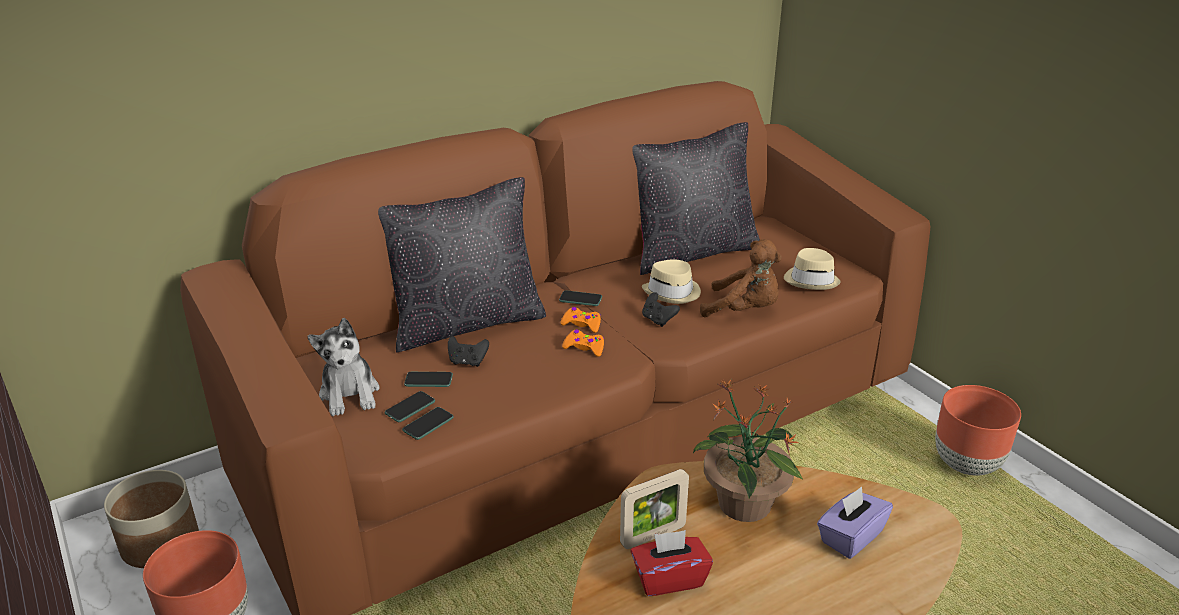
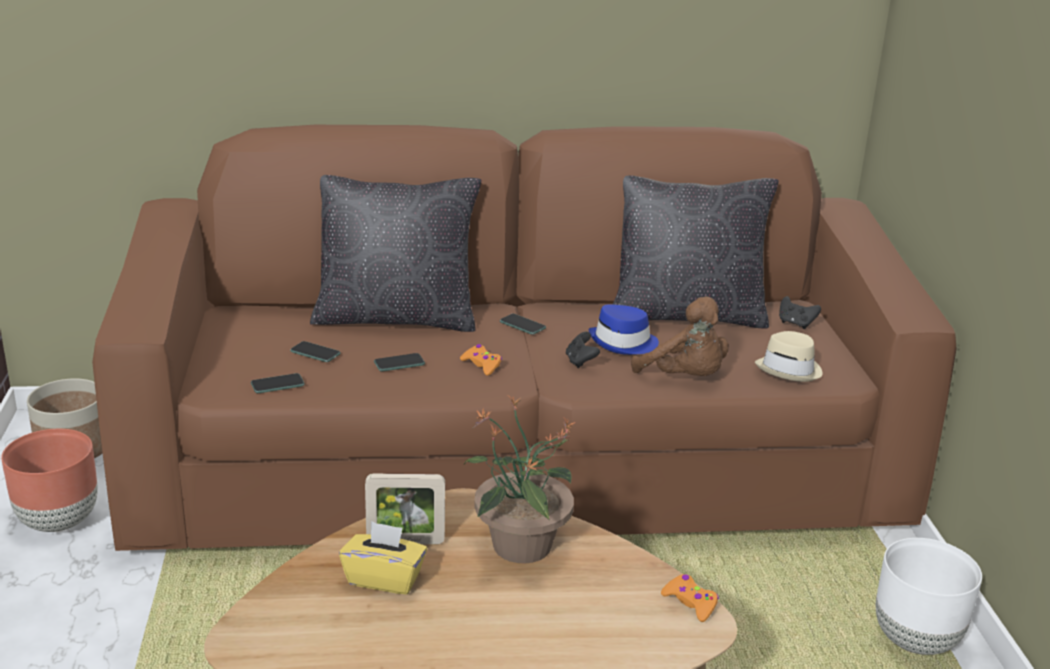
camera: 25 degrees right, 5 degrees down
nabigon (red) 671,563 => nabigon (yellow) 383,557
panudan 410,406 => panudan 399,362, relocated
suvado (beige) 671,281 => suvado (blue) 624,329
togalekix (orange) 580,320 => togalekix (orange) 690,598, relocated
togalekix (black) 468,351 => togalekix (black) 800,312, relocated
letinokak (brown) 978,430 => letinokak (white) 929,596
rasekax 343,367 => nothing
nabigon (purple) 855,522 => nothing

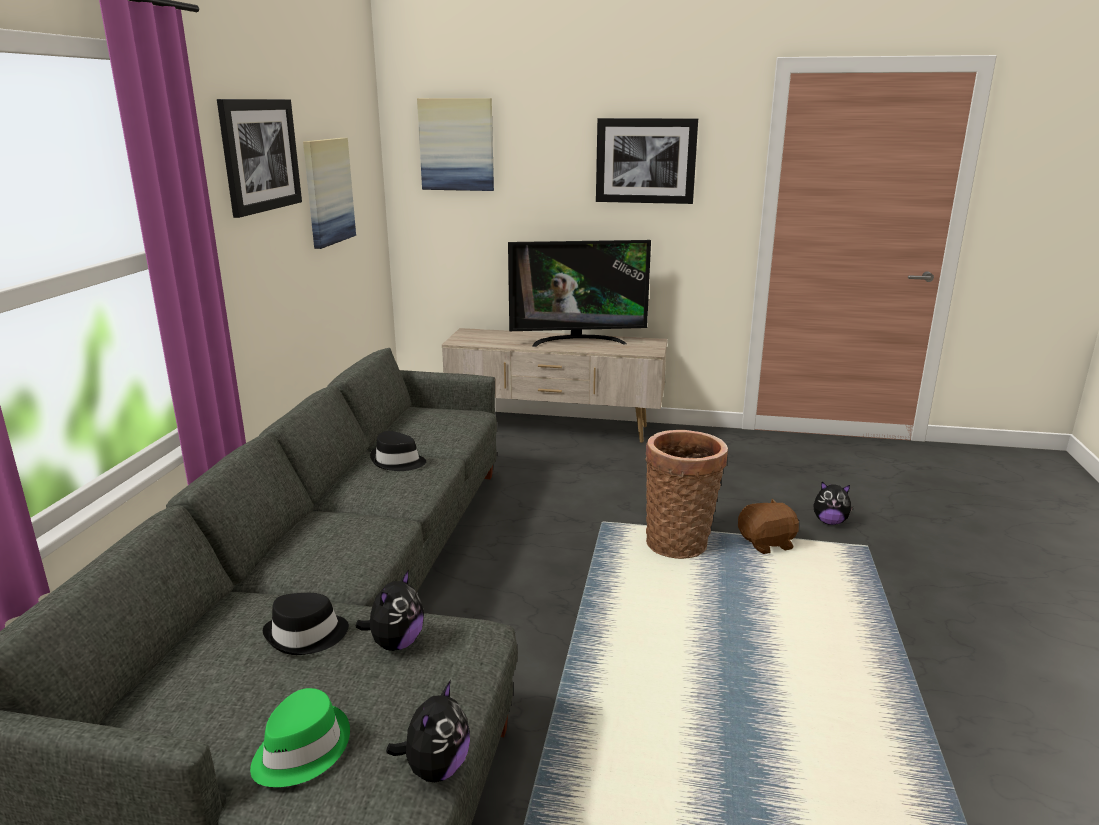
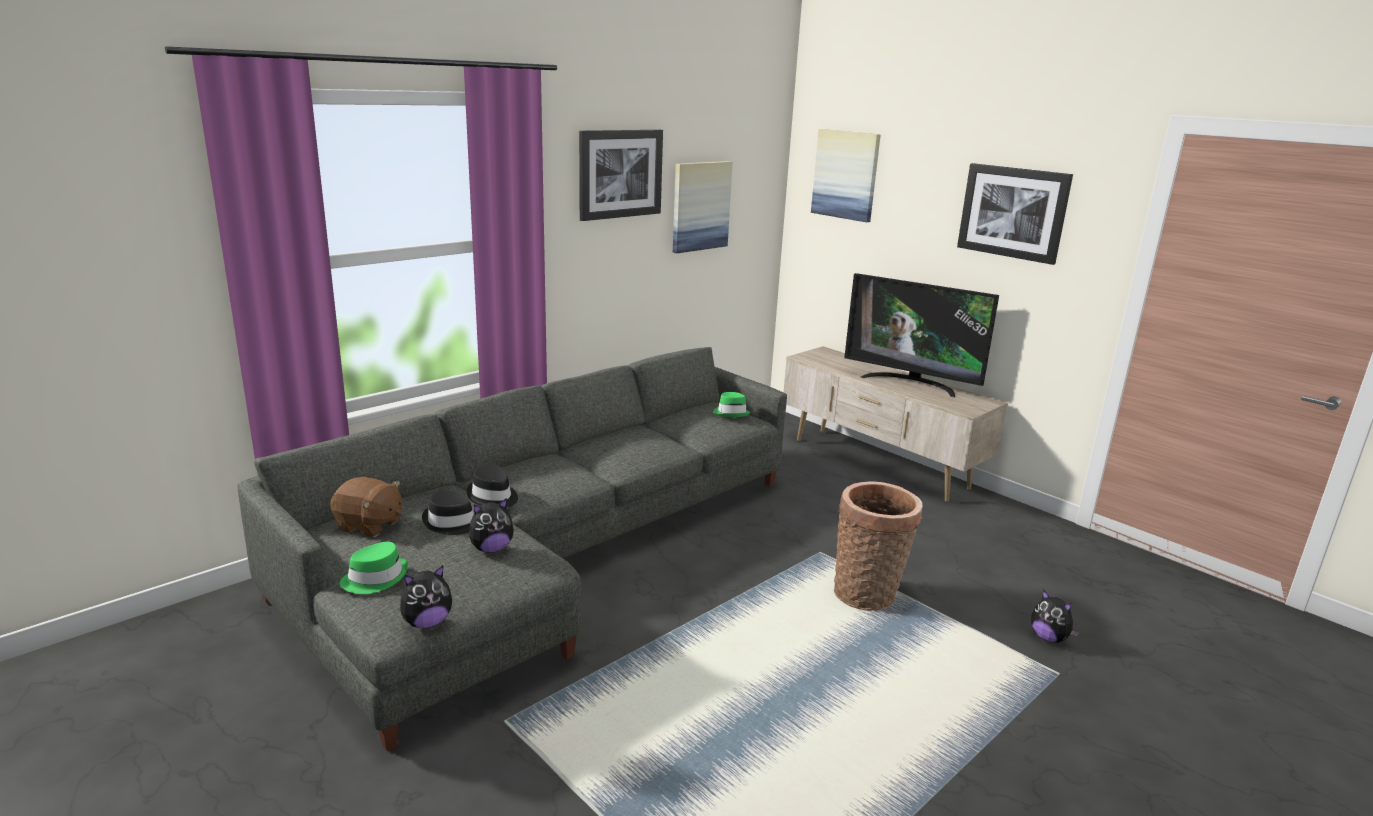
camera: 35 degrees right, 0 degrees up
rasekax (brown) 768,526 => rasekax (brown) 366,507, relocated
suvado (black) 398,451 => suvado (black) 492,486, relocated
nothing => suvado (green) 732,404

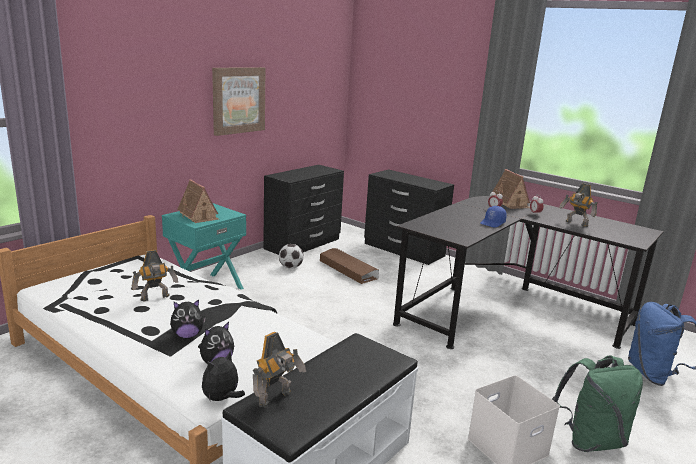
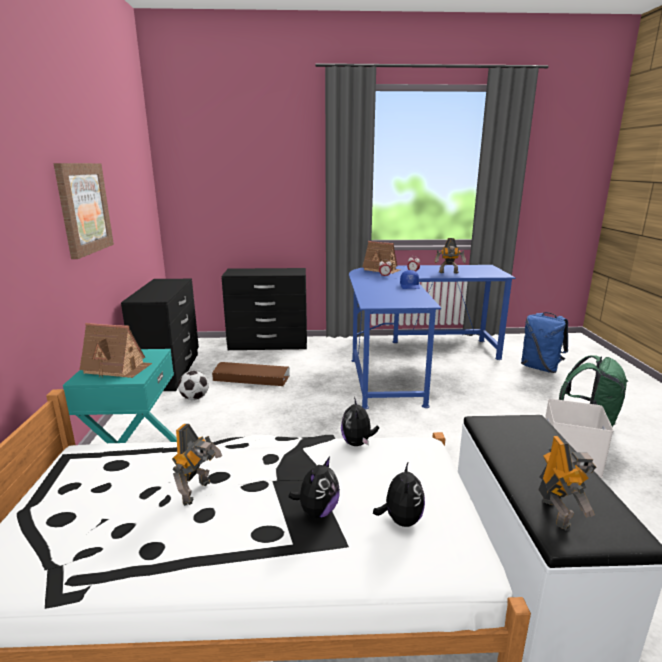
camera: 40 degrees left, 0 degrees up
rasekax 223,376 => rasekax 360,421, relocated
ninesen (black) 528,272 => ninesen (blue) 432,337

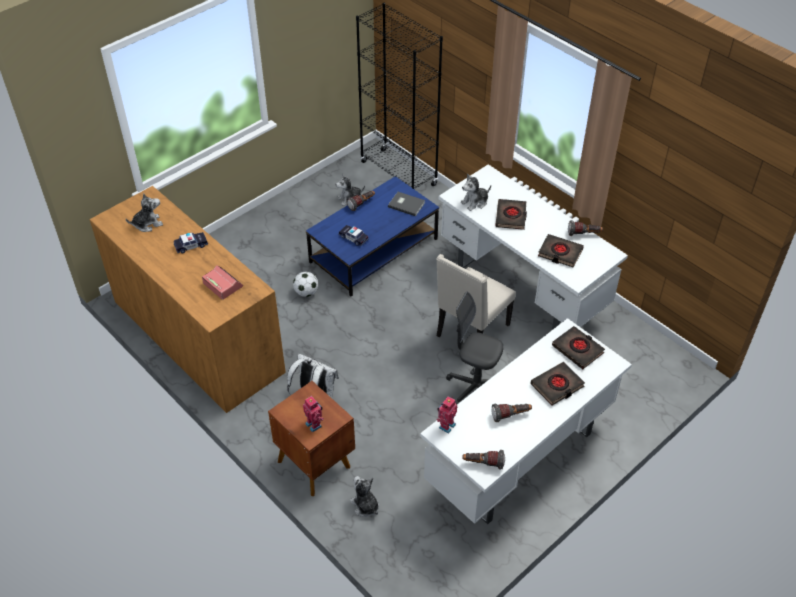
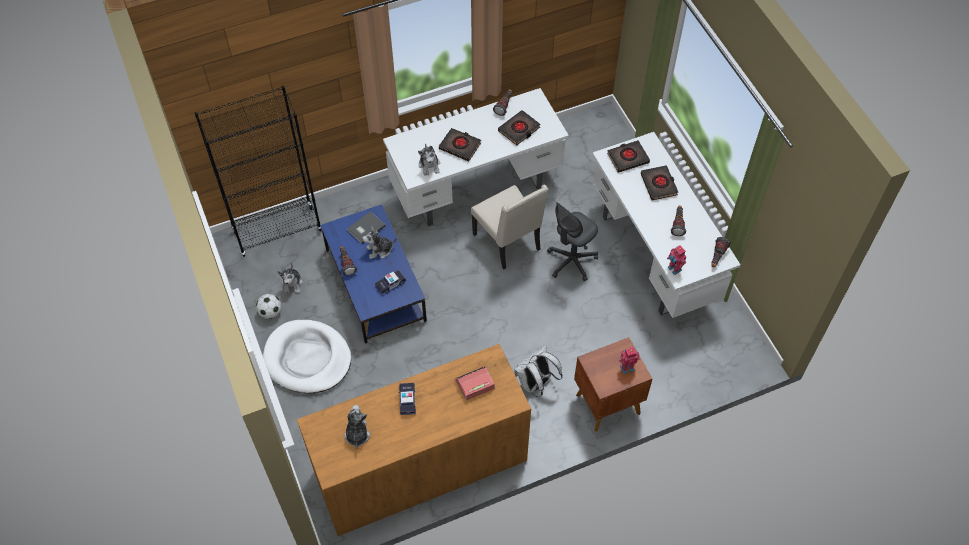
camera: 70 degrees left, 10 degrees up
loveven 305,284 => loveven 269,306, relocated
nothing => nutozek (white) 307,356
rasekax 364,496 => rasekax 379,242, relocated

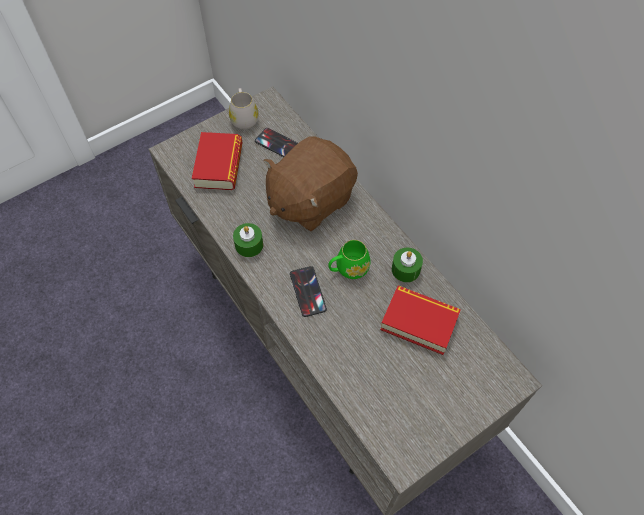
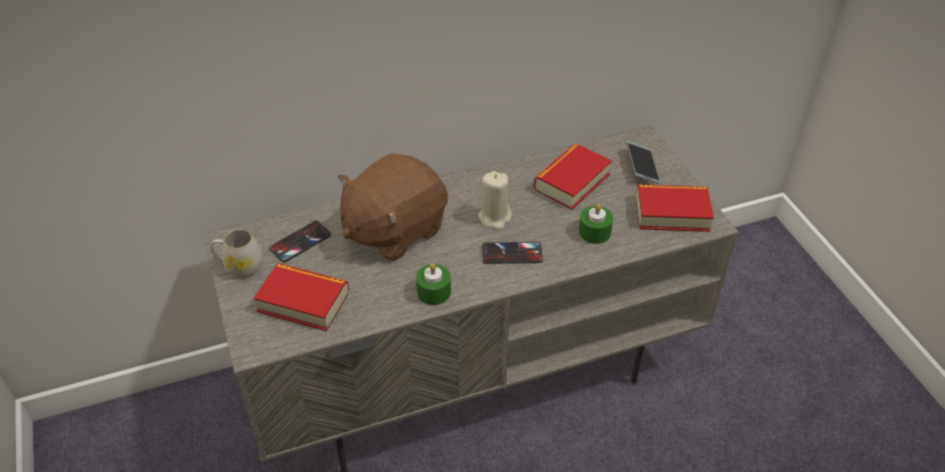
camera: 75 degrees left, 15 degrees down
rasekax (brown) 311,183 => rasekax (brown) 393,207, 75 degrees clockwise
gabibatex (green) 349,259 => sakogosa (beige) 495,200
sakogosa (green) 407,265 => sakogosa (green) 596,224, relocated
nothing => panudan 643,162
nothing => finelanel 675,208

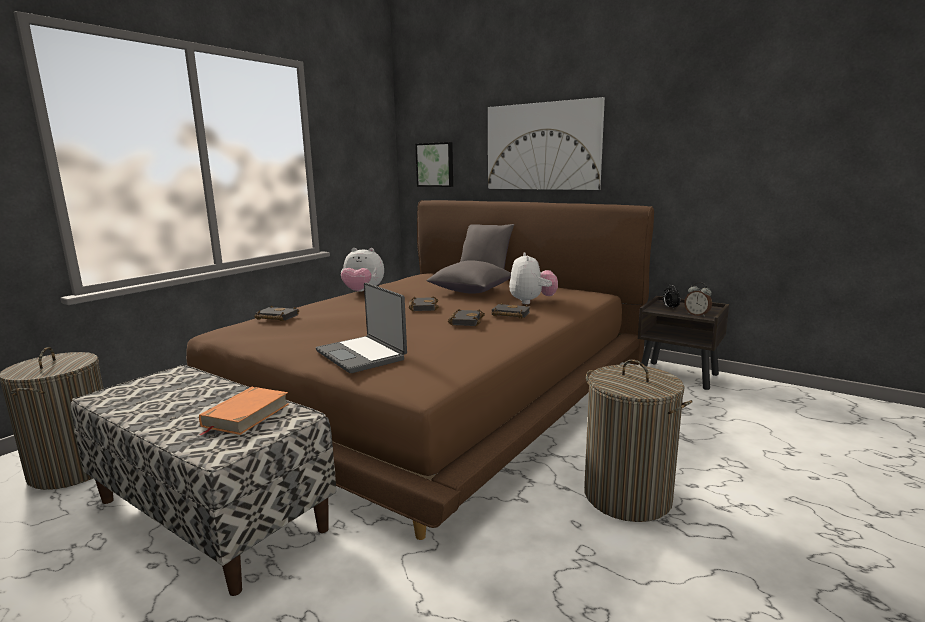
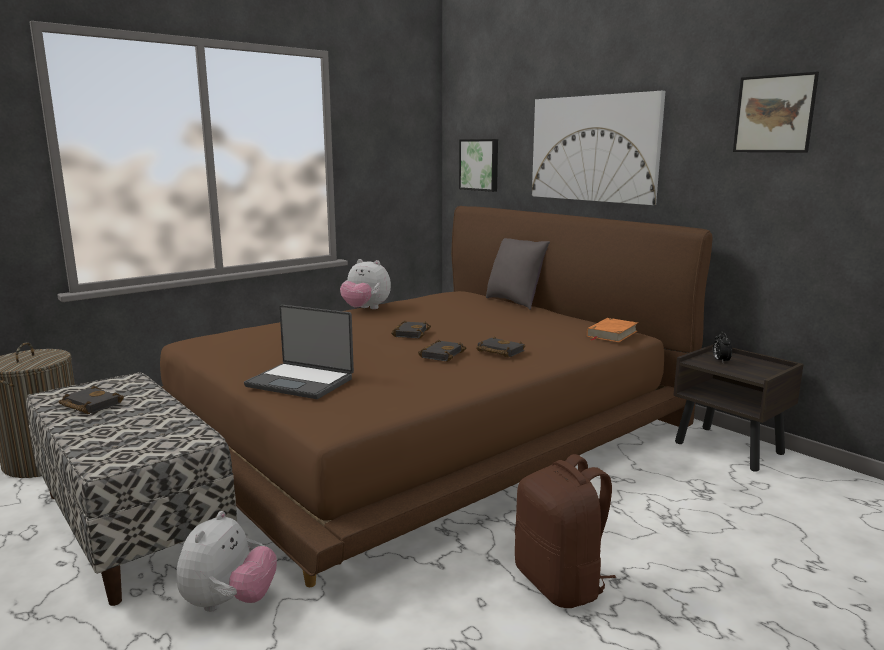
camera: 15 degrees right, 0 degrees up
finelanel (black) 276,313 => finelanel (black) 91,400, relocated
rasekax 533,278 => rasekax 227,561, relocated
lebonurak 361,327 => lebonurak 299,352, 45 degrees counterclockwise
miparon 638,441 => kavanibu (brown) 565,531
finelanel (orange) 244,411 => finelanel (orange) 612,330, relocated
nothing => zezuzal 776,112
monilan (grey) 468,277 => nothing
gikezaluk 698,299 => nothing

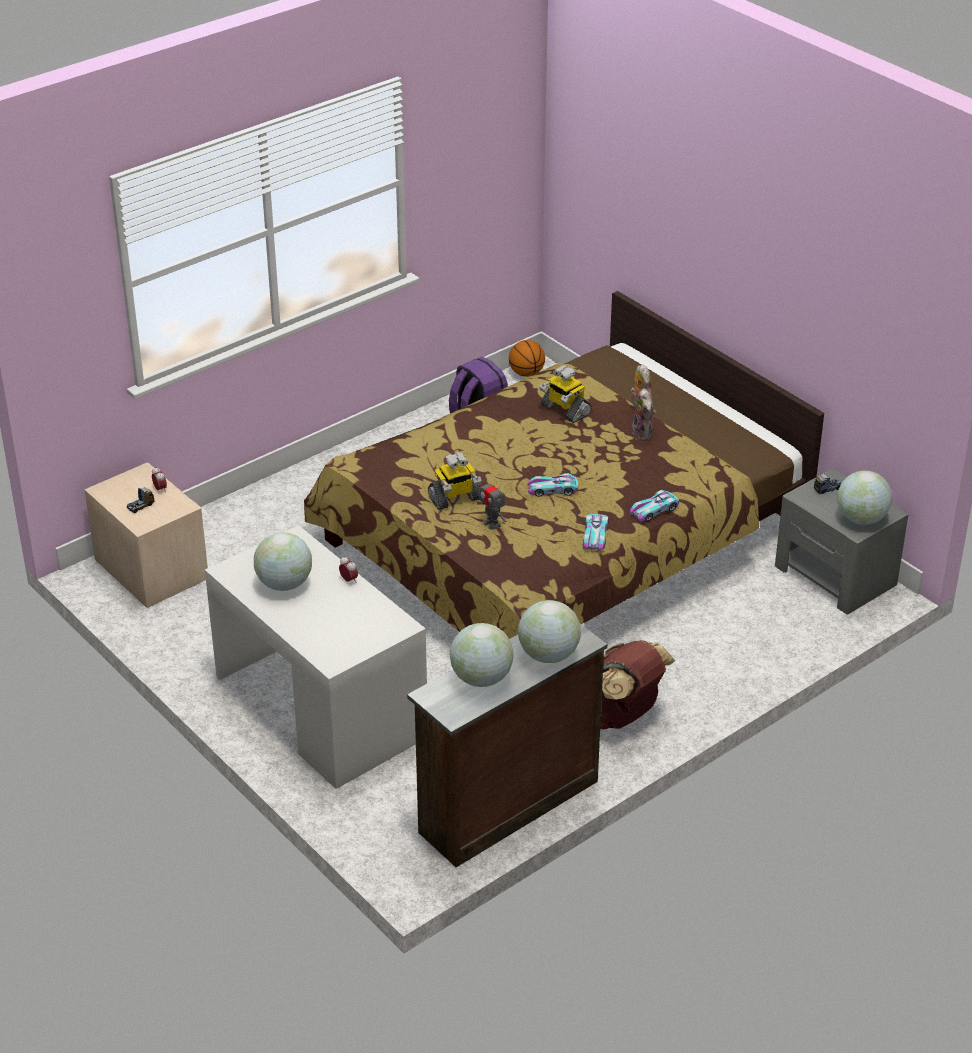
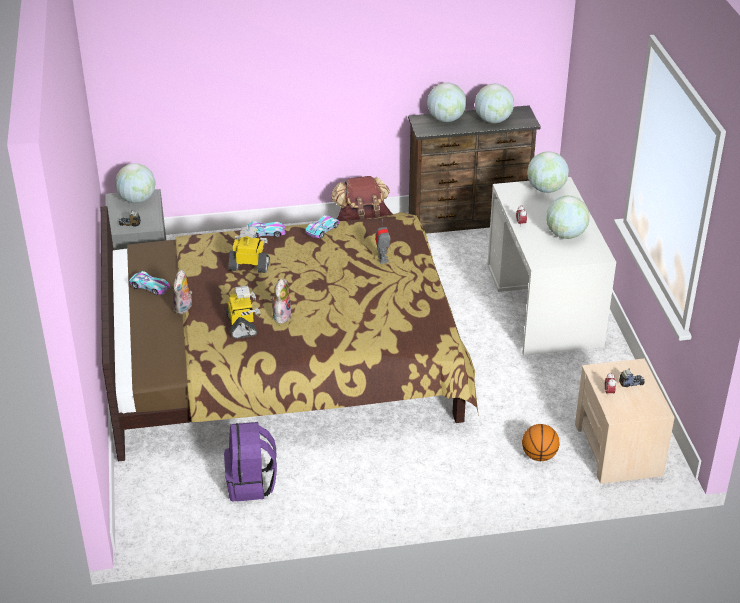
camera: 150 degrees left, 0 degrees up
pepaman 552,485 => pepaman 149,283, relocated
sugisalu 455,481 => sugisalu 249,249, relocated
rasekax 644,415 => rasekax 281,301, relocated
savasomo 527,358 => savasomo 540,442, relocated
nothing => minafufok 548,172

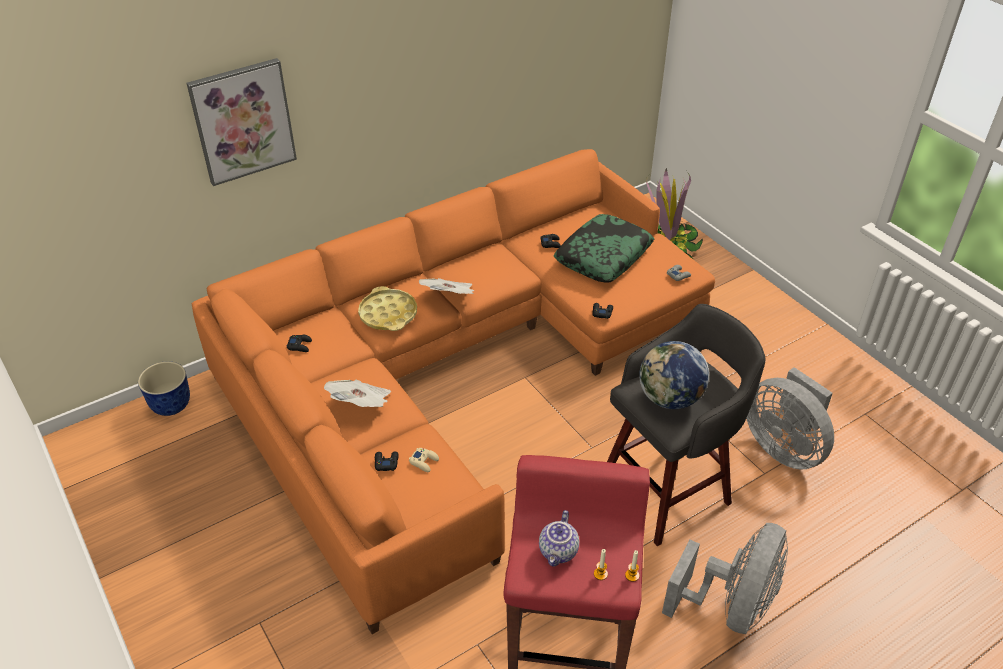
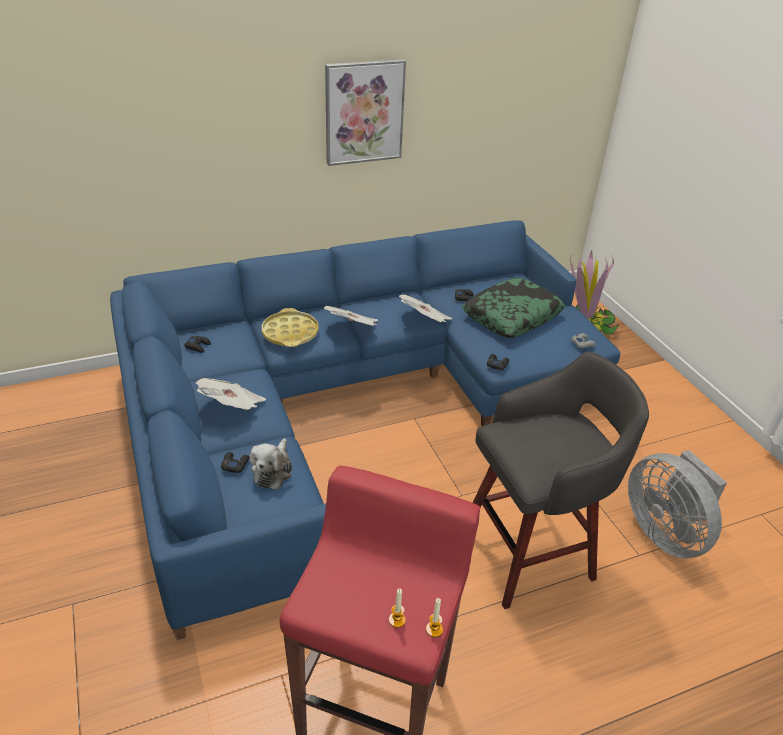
camera: 10 degrees right, 5 degrees down
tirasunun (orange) 453,391 => tirasunun (blue) 365,430
togalekix (beige) 424,460 => rasekax 271,464
zezuzal 242,122 => zezuzal 365,112, relocated
nothing => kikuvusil 425,308
letinokak 164,388 => nothing
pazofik 559,538 => nothing
minafufok 674,375 => nothing
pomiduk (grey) 725,578 => nothing

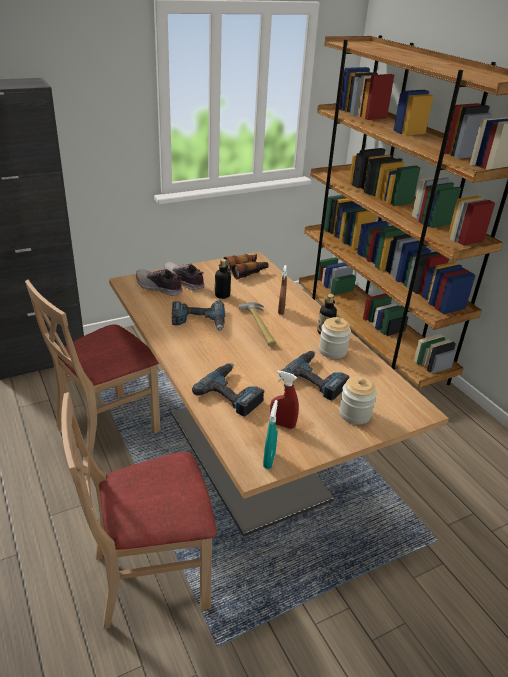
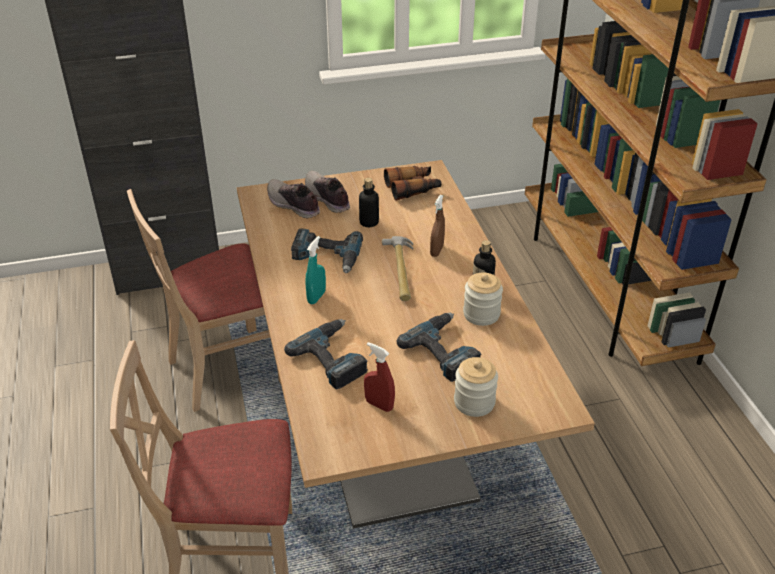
camera: 15 degrees right, 5 degrees up
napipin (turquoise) 270,434 => napipin (turquoise) 315,270, relocated

